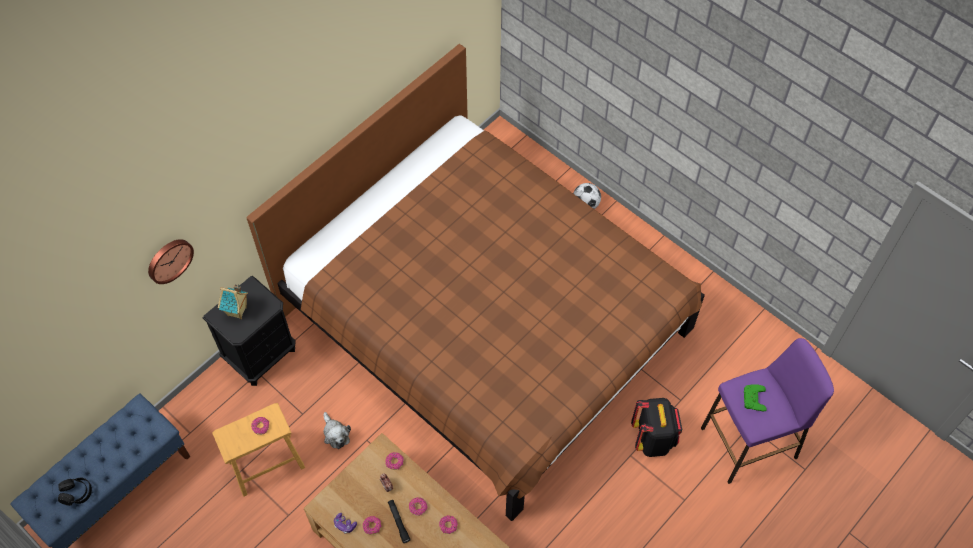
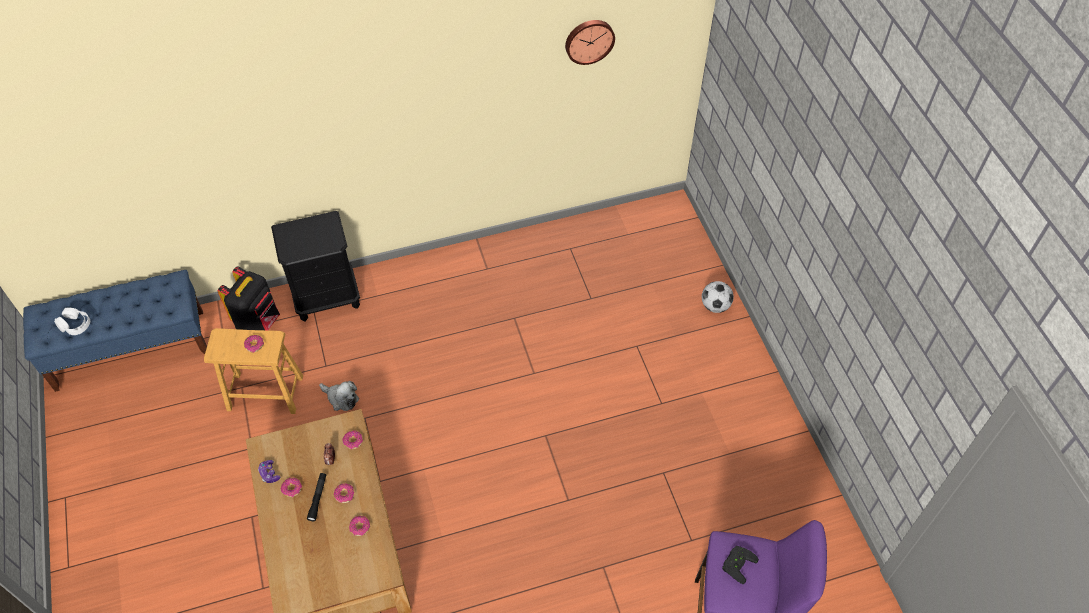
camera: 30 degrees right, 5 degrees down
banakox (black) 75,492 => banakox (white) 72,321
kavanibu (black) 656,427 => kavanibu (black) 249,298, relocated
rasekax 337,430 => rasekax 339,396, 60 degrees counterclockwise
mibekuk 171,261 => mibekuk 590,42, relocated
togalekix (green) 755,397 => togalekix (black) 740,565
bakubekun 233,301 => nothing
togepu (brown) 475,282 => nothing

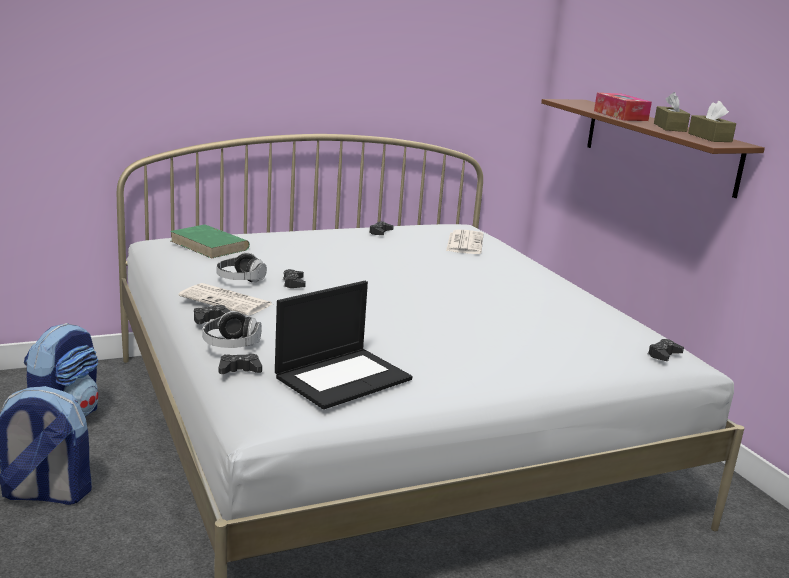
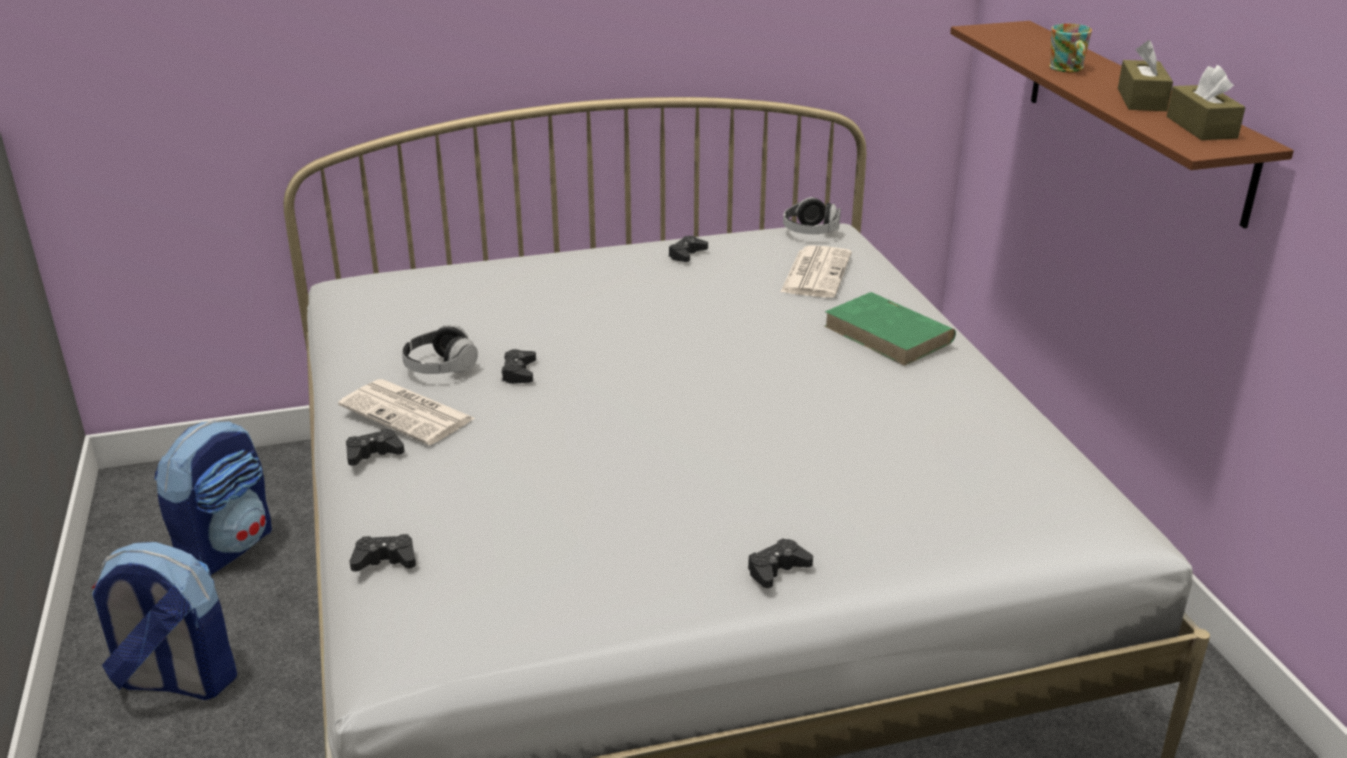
camera: 10 degrees right, 10 degrees up
togalekix (black) 666,350 => togalekix (black) 780,563, relocated
banakox 232,329 => banakox 812,215, relocated
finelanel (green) 210,242 => finelanel (green) 890,329, relocated
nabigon 623,107 => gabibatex 1070,48
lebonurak 343,345 => nothing

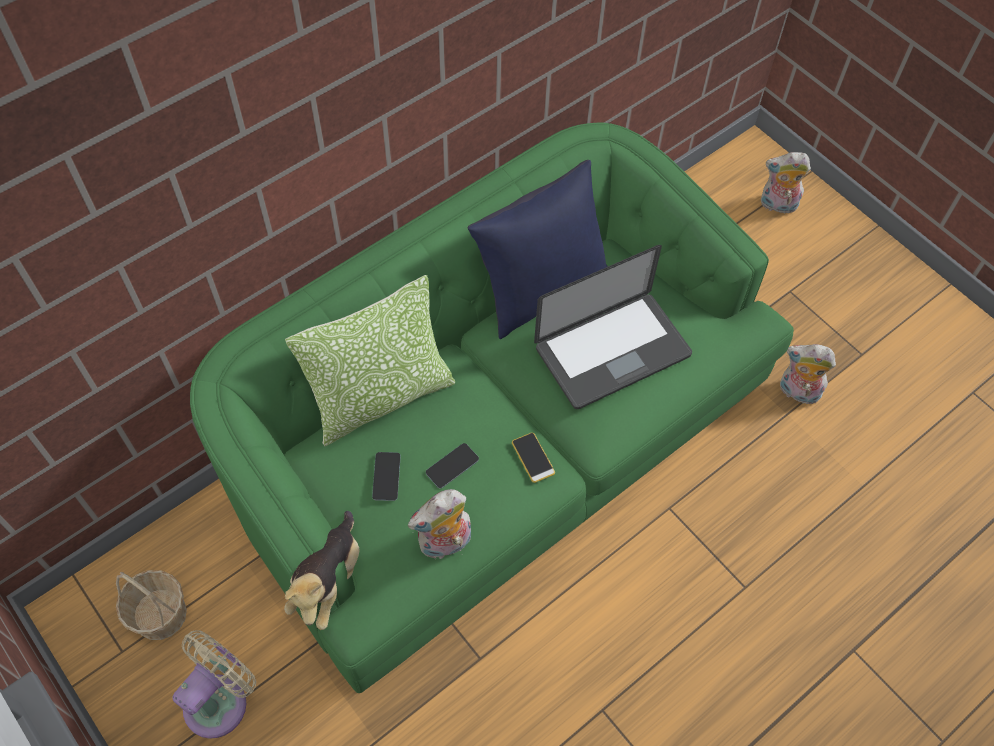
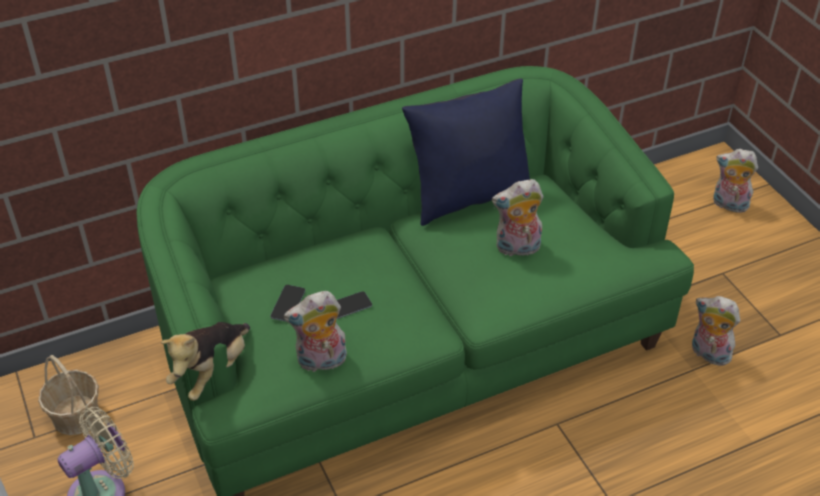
camera: 15 degrees right, 15 degrees down
lebonurak 613,327 => rasekax 517,217
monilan 370,360 => nothing
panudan 533,458 => nothing

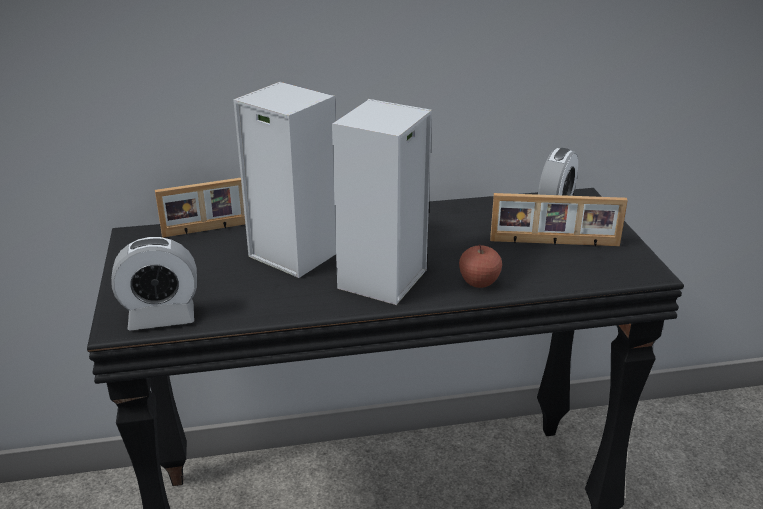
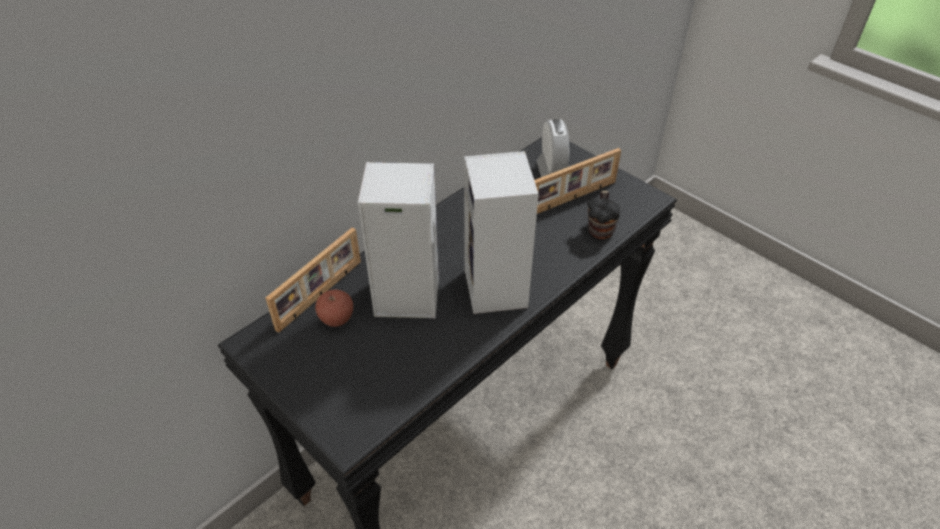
camera: 35 degrees left, 15 degrees up
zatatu 480,266 => zatatu 334,308, relocated
nothing => gabibatex 603,214
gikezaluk 154,284 => nothing

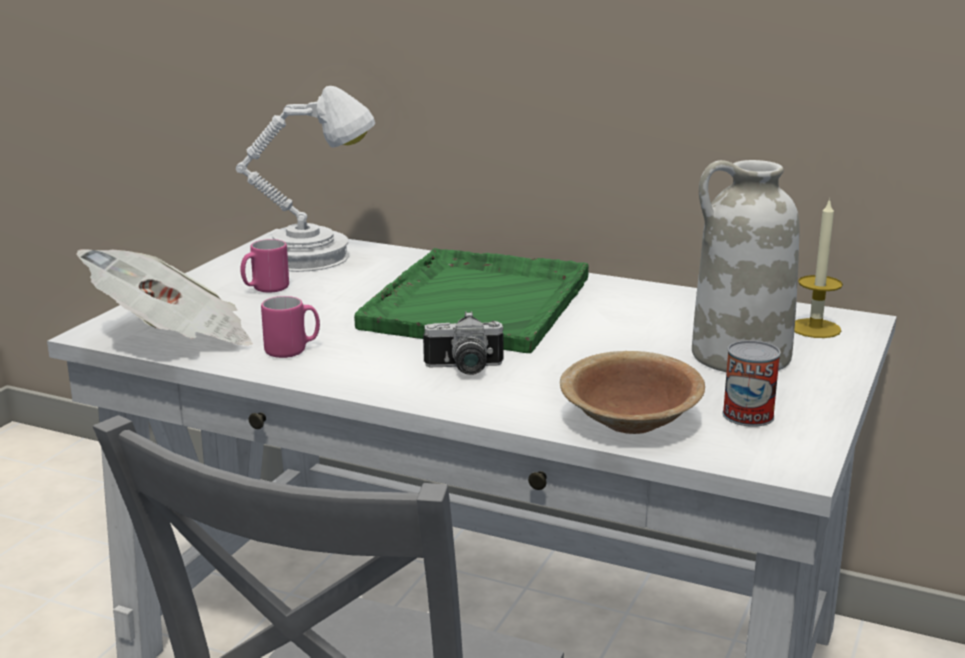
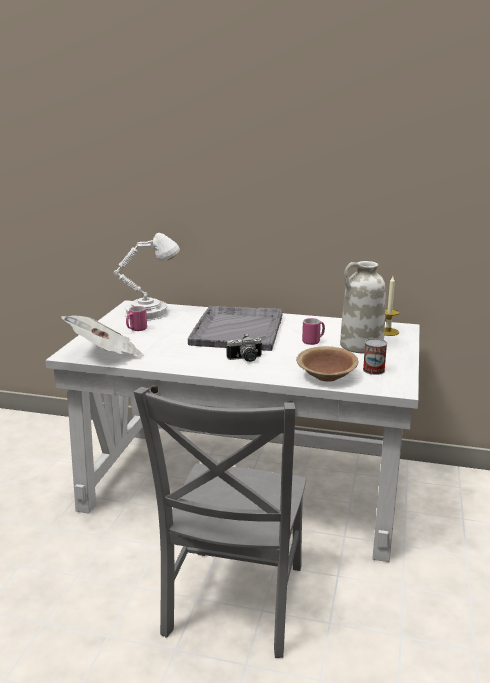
camera: 10 degrees left, 0 degrees up
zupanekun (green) 471,300 => zupanekun (grey) 235,328
gabibatex (pink) 290,327 => gabibatex (pink) 313,331, relocated

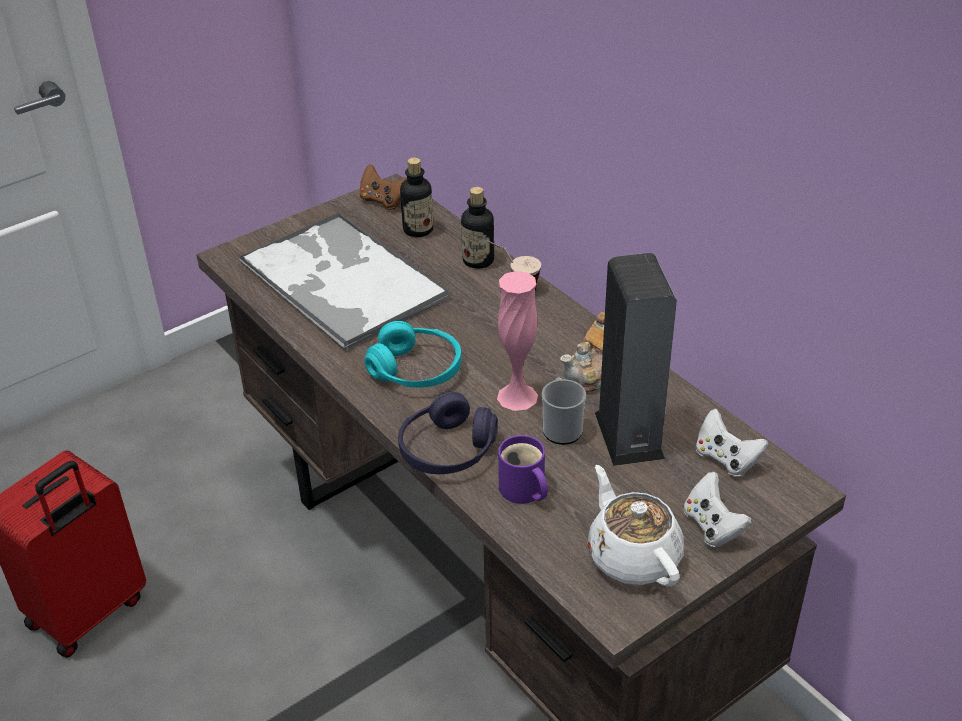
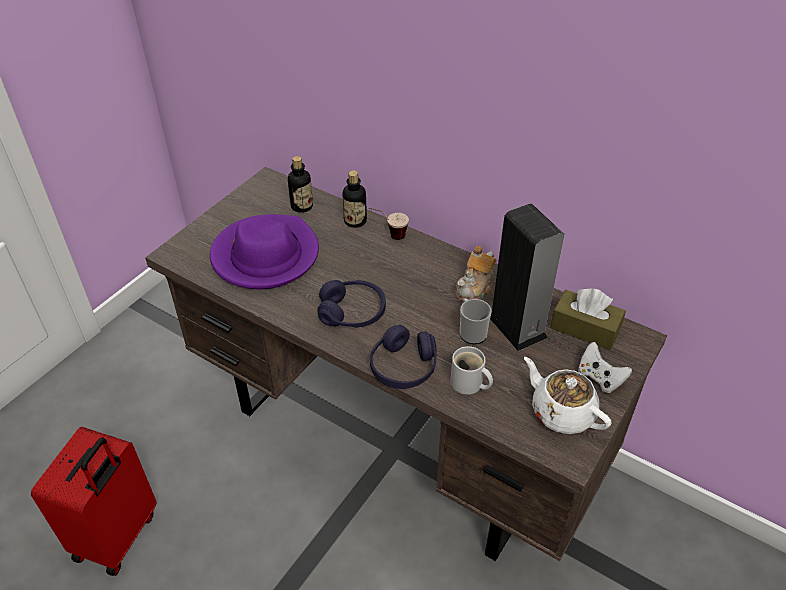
camera: 20 degrees left, 5 degrees up
zupanekun 344,281 => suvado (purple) 264,251
banakox (turquoise) 412,354 => banakox (purple) 351,304
gabibatex (purple) 523,469 => gabibatex (white) 471,370
togalekix (white) 732,443 => nabigon (brown) 588,319
togalekix (brown) 383,187 => nothing
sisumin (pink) 517,341 => nothing

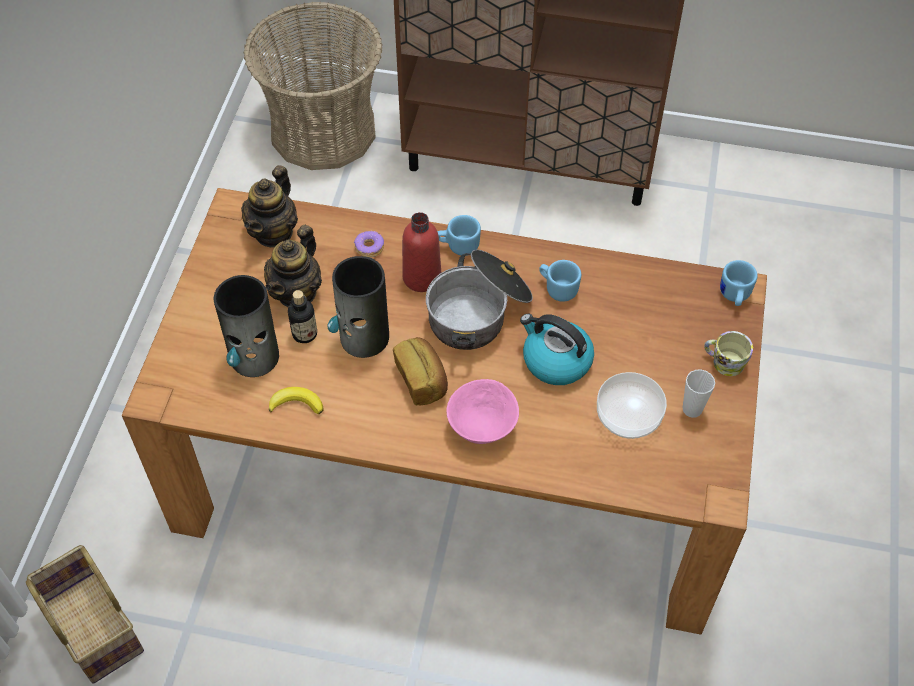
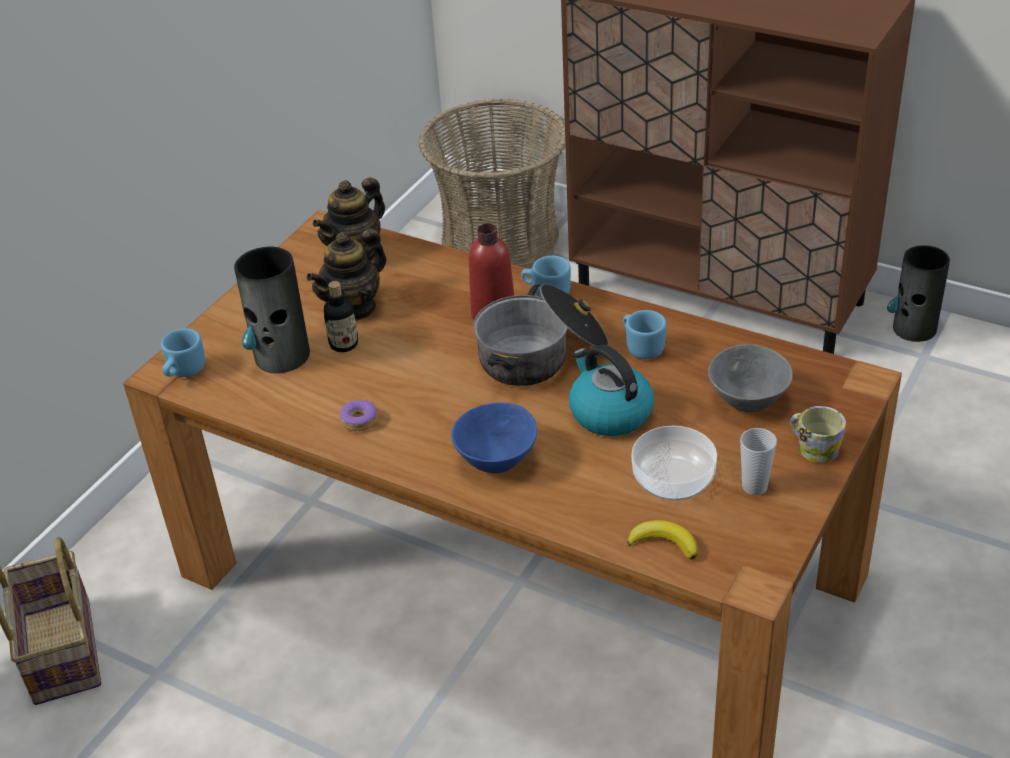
camera: 20 degrees right, 15 degrees down
gabibatex (blue) 739,283 => gabibatex (blue) 183,352, relocated
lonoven 369,244 => lonoven 358,415, relocated
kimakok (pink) 482,411 => kimakok (blue) 494,437
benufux 296,400 => benufux 662,540, relocated
nothing => kimakok (grey) 750,378
sisumin 358,307 => sisumin 918,293, relocated
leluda 420,371 => nothing

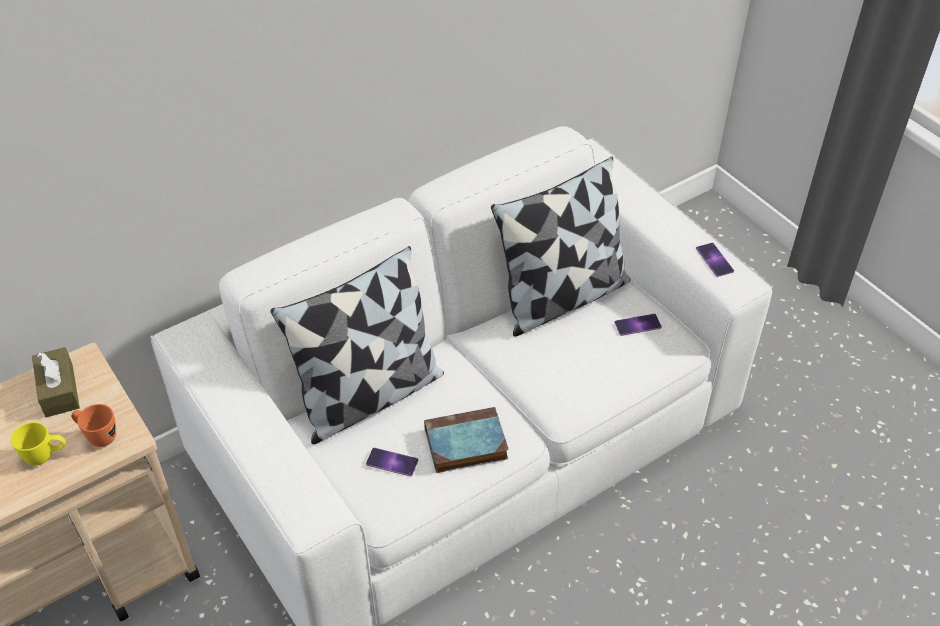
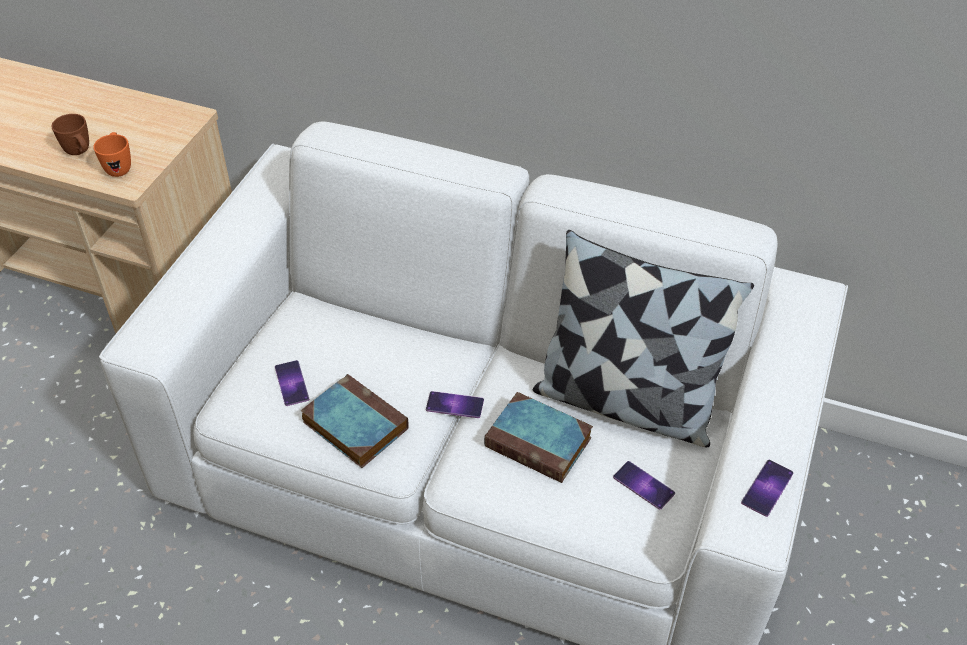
camera: 55 degrees right, 0 degrees up
gabibatex (yellow) 38,443 => gabibatex (brown) 70,134
nothing => panudan 455,404
nothing => finelanel 538,437
nabigon (brown) 56,382 => nothing
monilan 357,345 => nothing

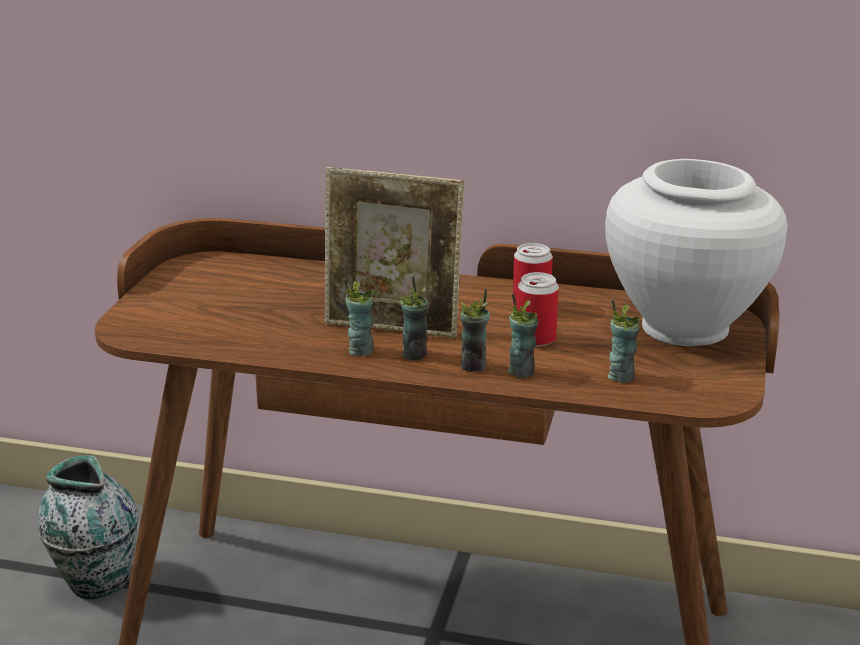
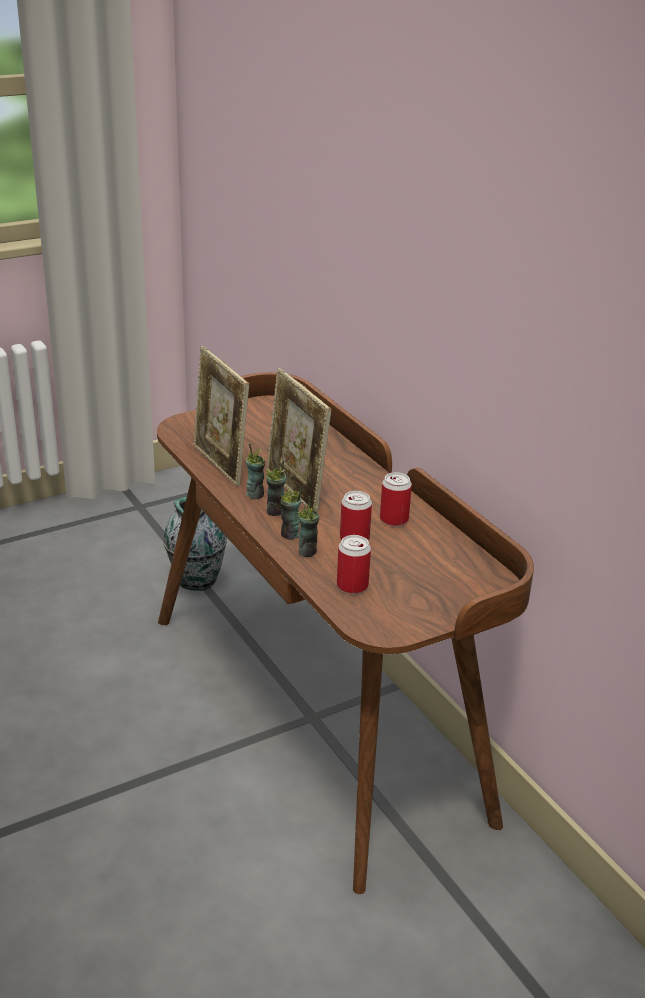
camera: 45 degrees right, 5 degrees up
nothing => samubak 221,416
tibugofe 624,341 => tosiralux 354,564
sisumin (white) 696,252 => nothing

